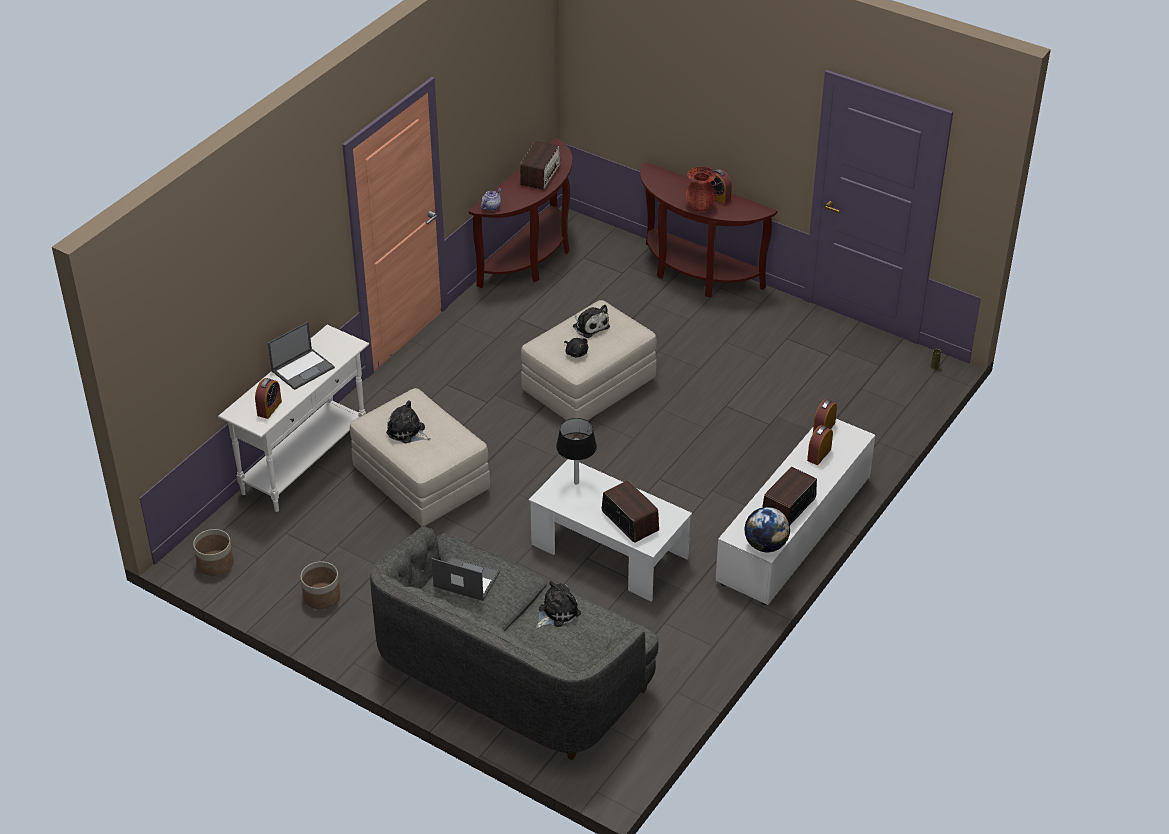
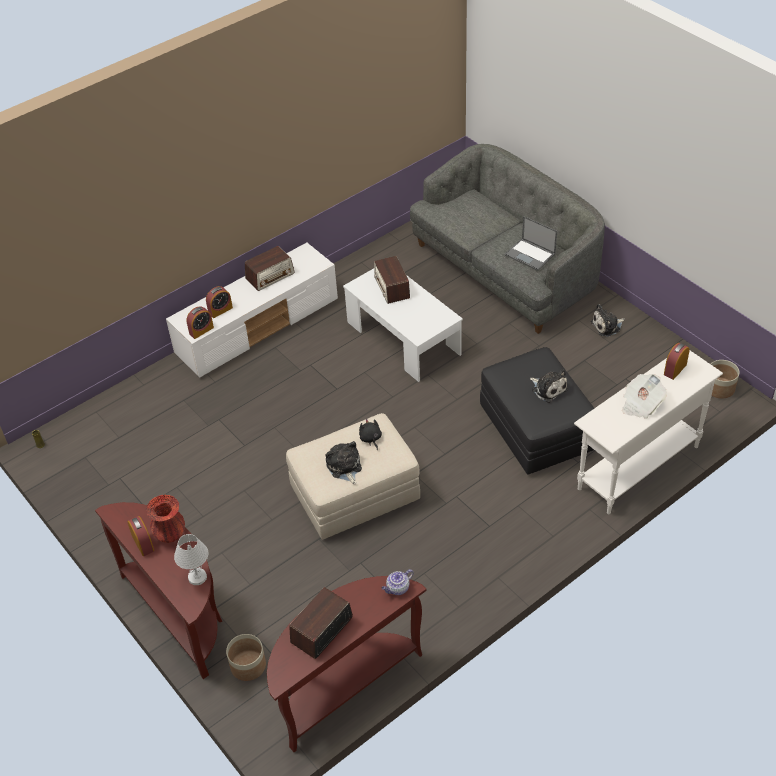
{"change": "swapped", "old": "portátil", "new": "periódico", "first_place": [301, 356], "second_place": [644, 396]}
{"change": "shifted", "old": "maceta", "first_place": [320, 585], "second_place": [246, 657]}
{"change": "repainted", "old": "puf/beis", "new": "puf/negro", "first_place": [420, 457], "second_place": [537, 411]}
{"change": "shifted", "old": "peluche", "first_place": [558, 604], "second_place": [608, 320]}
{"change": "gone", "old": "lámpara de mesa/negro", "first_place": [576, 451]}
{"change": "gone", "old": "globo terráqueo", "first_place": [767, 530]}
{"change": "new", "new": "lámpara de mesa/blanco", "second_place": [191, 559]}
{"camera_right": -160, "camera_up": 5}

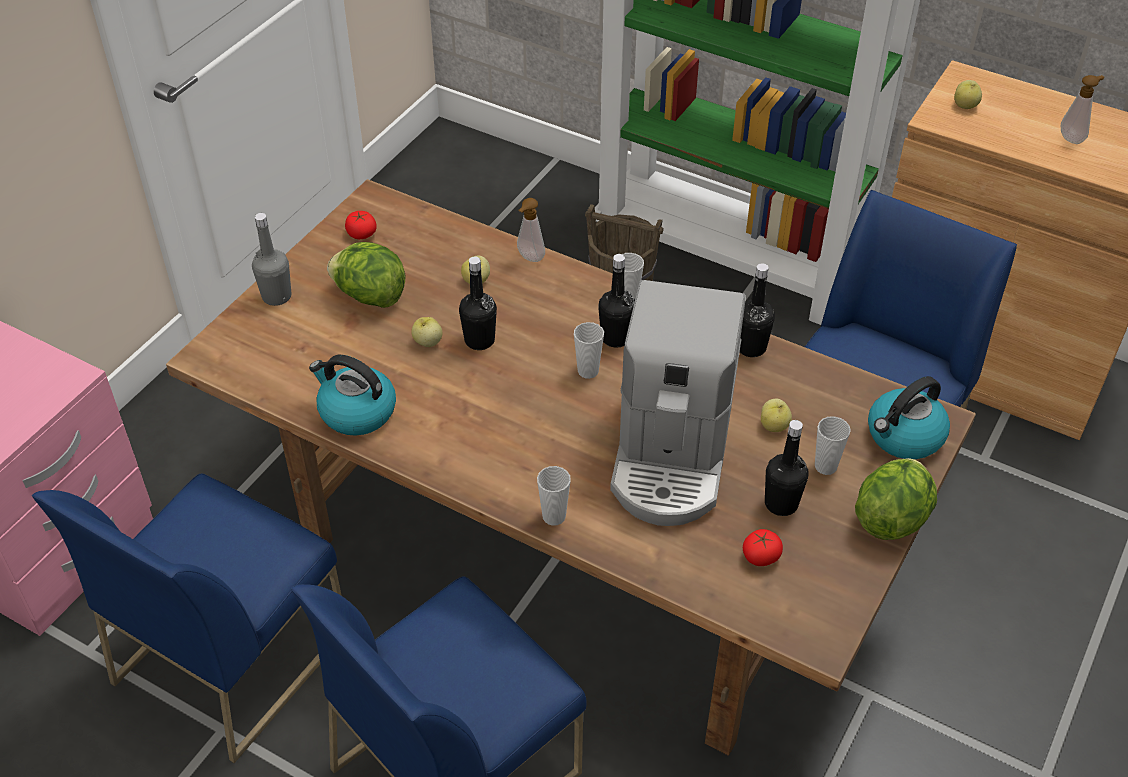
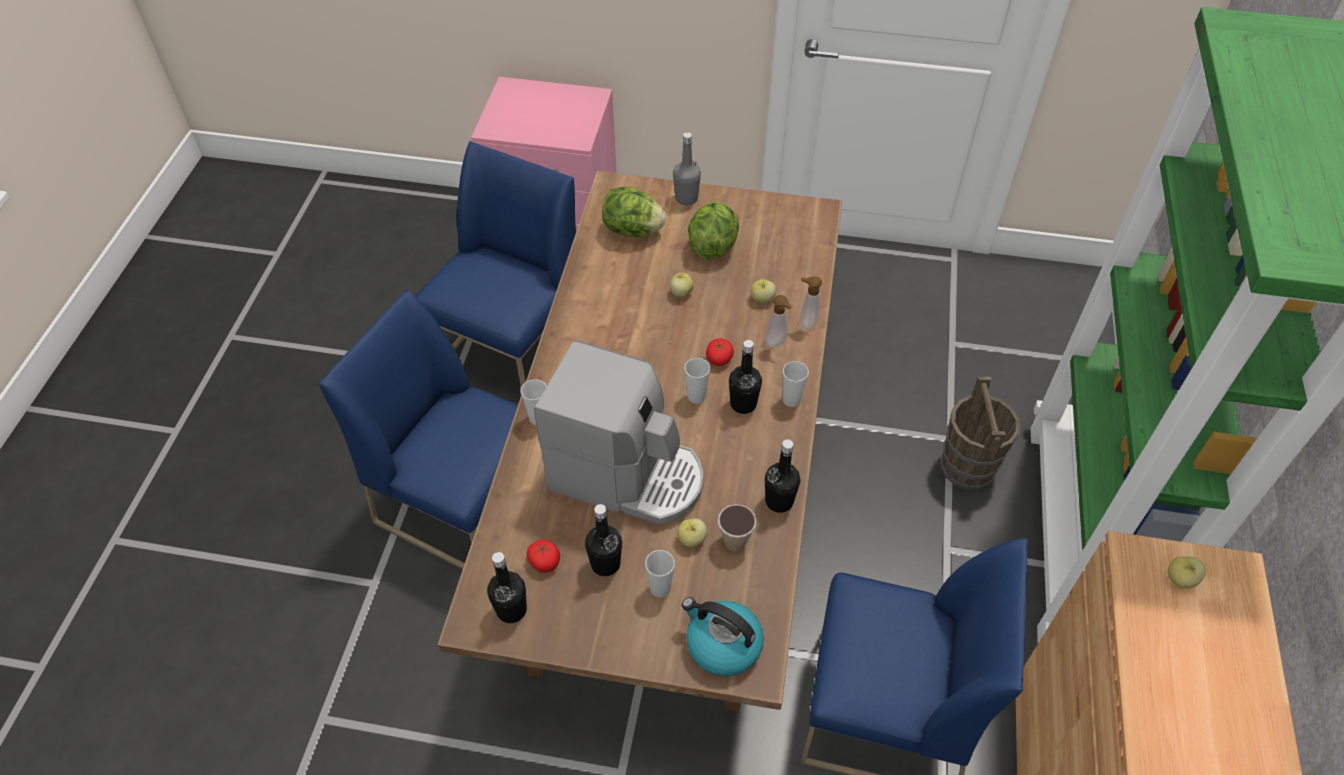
{"change": "rotated", "old": "silla/azul", "first_place": [187, 618], "second_place": [496, 264], "degrees": 105}
{"change": "gone", "old": "hervidor", "first_place": [352, 395]}
{"change": "shifted", "old": "tomate", "first_place": [361, 225], "second_place": [720, 352]}
{"change": "shifted", "old": "botella/negro", "first_place": [478, 303], "second_place": [507, 587]}
{"change": "rotated", "old": "cafetera", "first_place": [677, 403], "second_place": [618, 432], "degrees": -150}
{"change": "shifted", "old": "lechuga", "first_place": [896, 499], "second_place": [634, 212]}
{"change": "shifted", "old": "dispensador de jabón", "first_place": [1082, 109], "second_place": [779, 321]}
{"change": "new", "new": "taza", "second_place": [737, 527]}
{"camera_right": 70, "camera_up": 5}

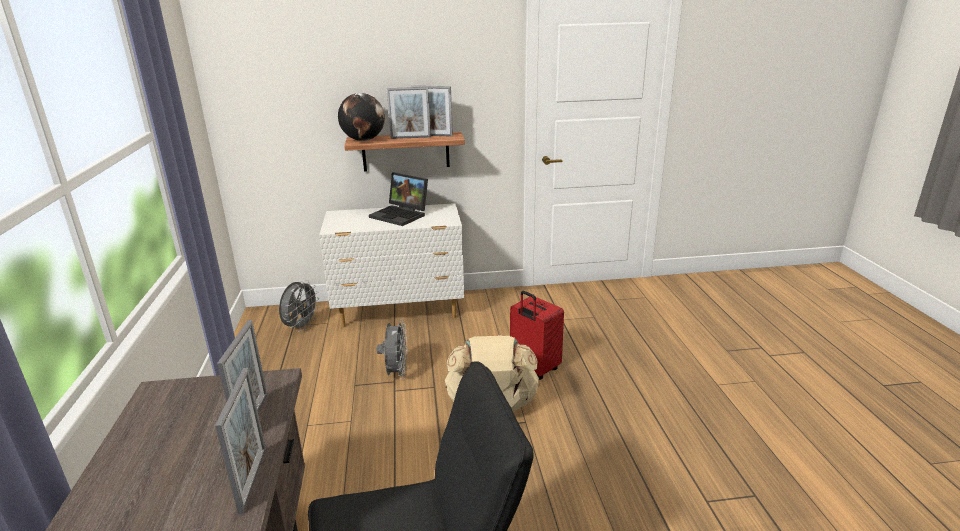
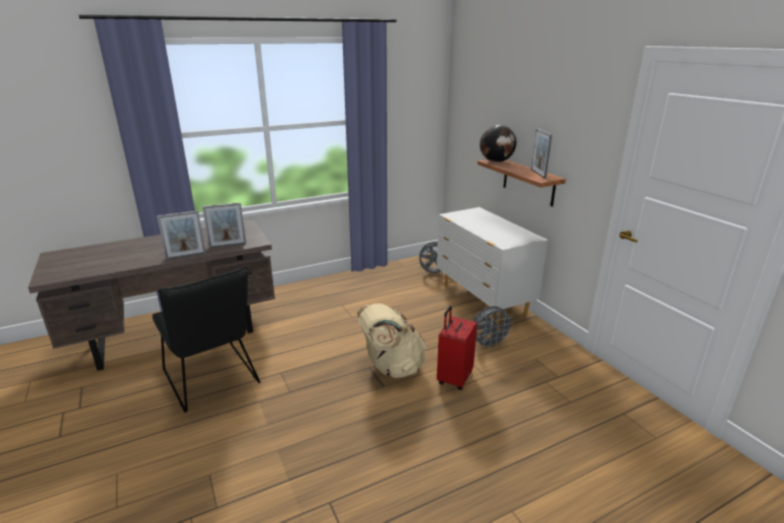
{"change": "gone", "old": "portátil", "first_place": [398, 199]}
{"change": "shifted", "old": "ventilador/gris", "first_place": [392, 349], "second_place": [493, 327]}
{"change": "gone", "old": "portarretratos", "first_place": [409, 113]}
{"camera_right": 70, "camera_up": 0}

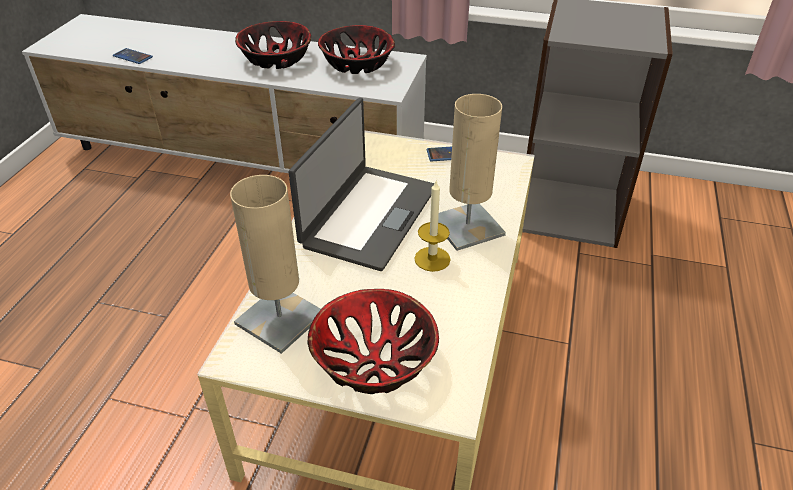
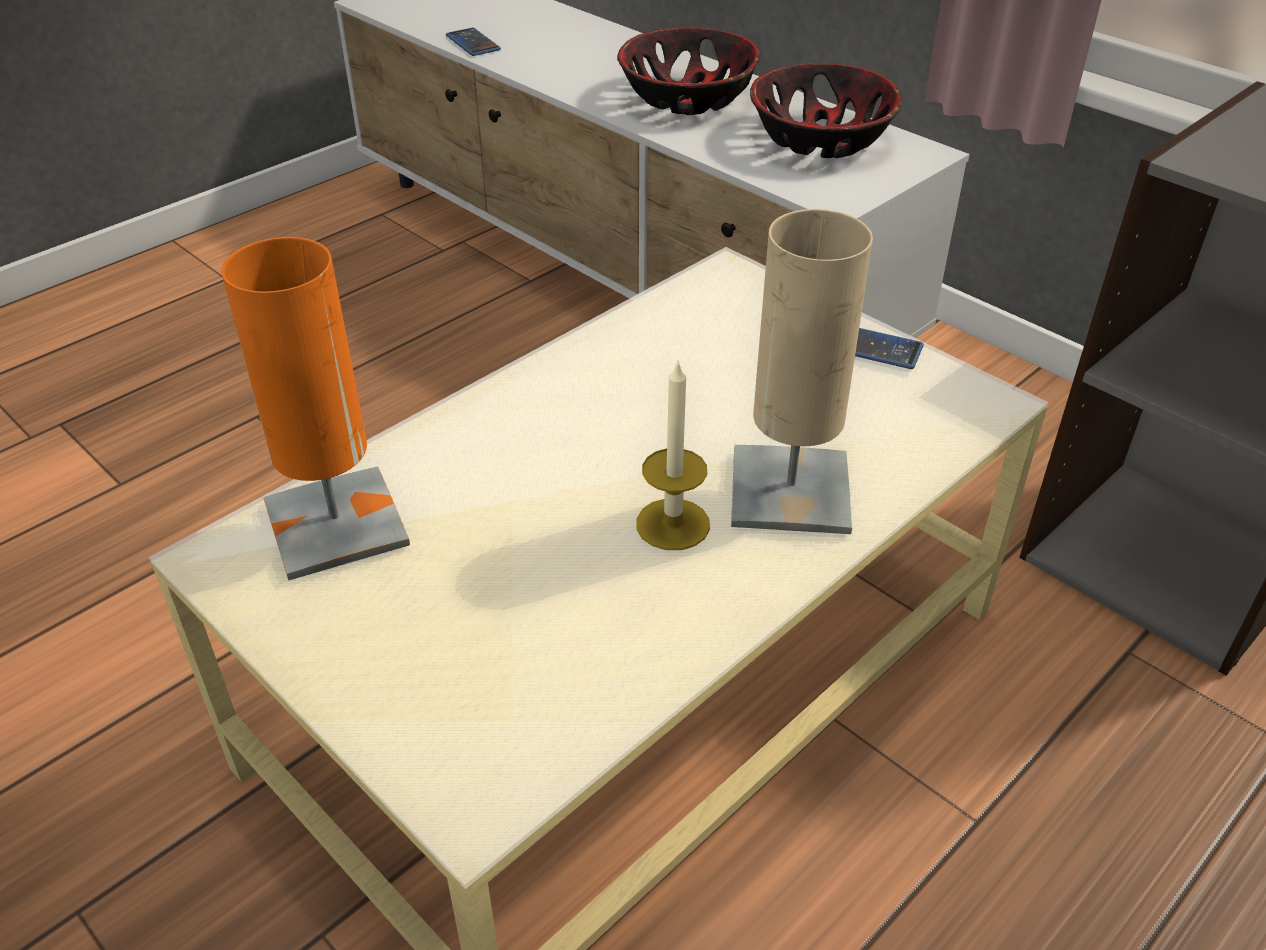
{"change": "repainted", "old": "lámpara de mesa/beis", "new": "lámpara de mesa/naranja", "first_place": [275, 264], "second_place": [315, 408]}
{"change": "gone", "old": "portátil", "first_place": [362, 184]}
{"change": "gone", "old": "cuenco", "first_place": [373, 341]}
{"camera_right": 30, "camera_up": 0}

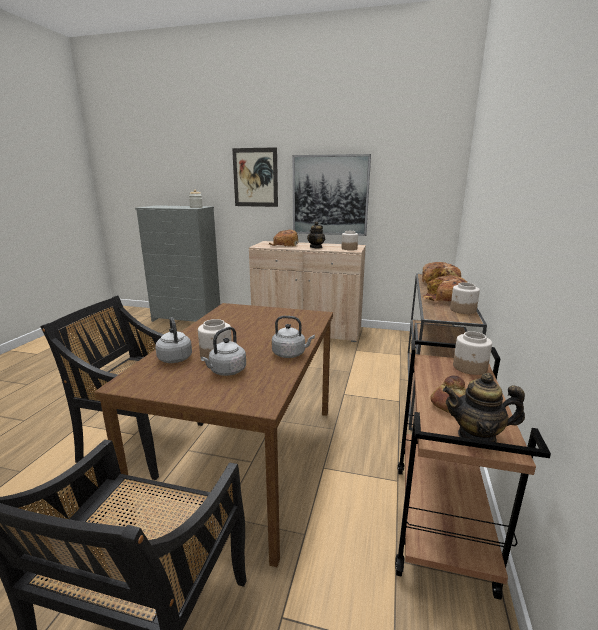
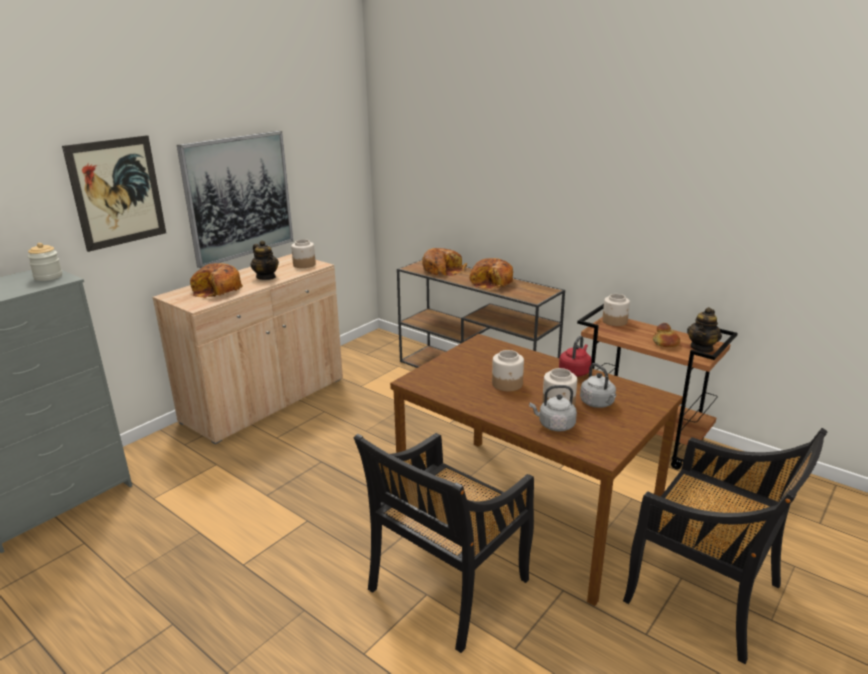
{"change": "repainted", "old": "hervidor/gris", "new": "hervidor/rojo", "first_place": [293, 337], "second_place": [575, 356]}
{"change": "shifted", "old": "tarro", "first_place": [465, 298], "second_place": [508, 370]}
{"camera_right": -65, "camera_up": 5}

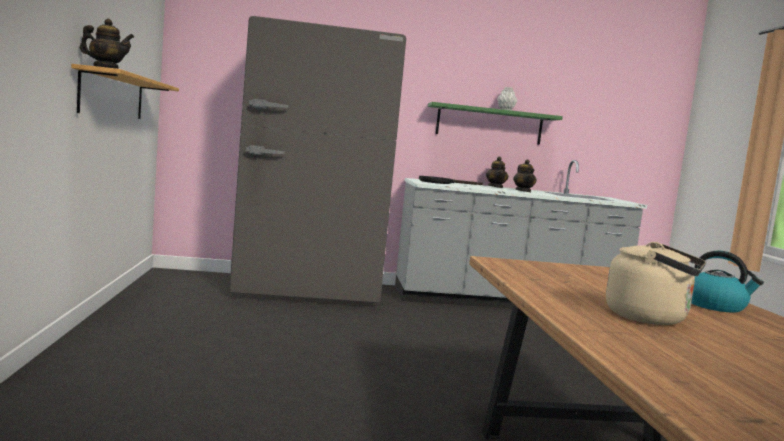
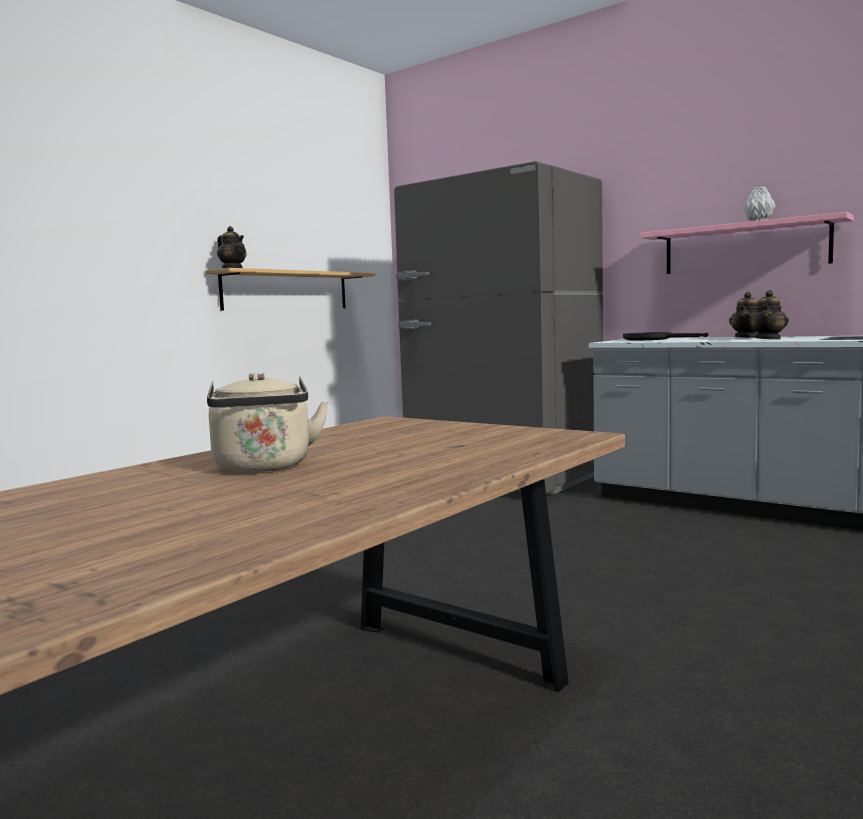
{"change": "repainted", "old": "estante/verde", "new": "estante/rosa", "first_place": [495, 123], "second_place": [747, 243]}
{"change": "gone", "old": "hervidor", "first_place": [727, 282]}
{"camera_right": 45, "camera_up": 0}

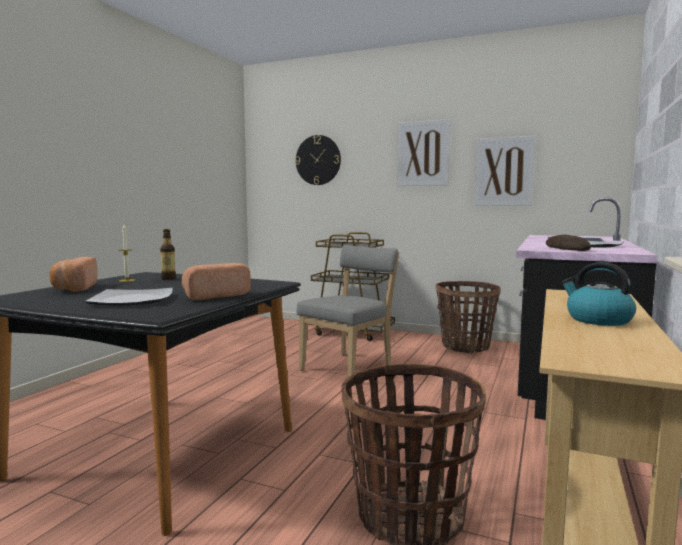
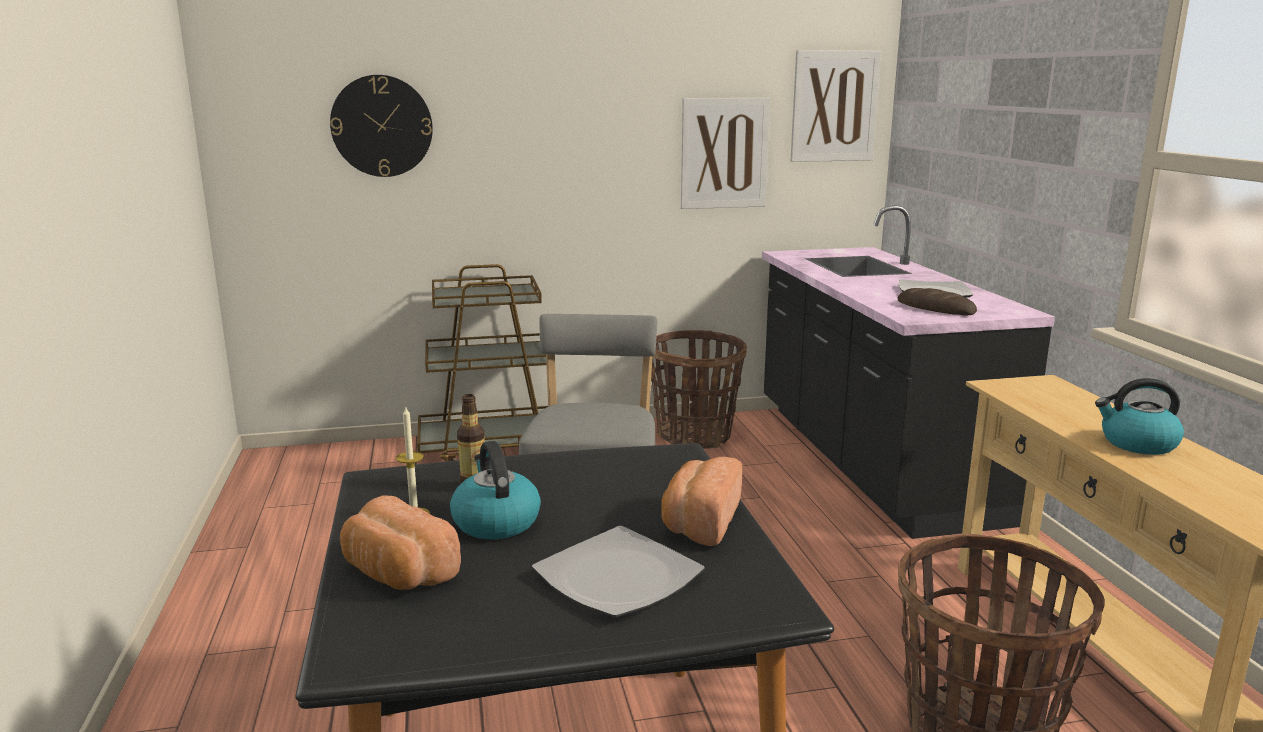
{"change": "shifted", "old": "cuadro", "first_place": [423, 152], "second_place": [836, 106]}
{"change": "new", "new": "hervidor", "second_place": [495, 490]}
{"camera_right": -35, "camera_up": 10}

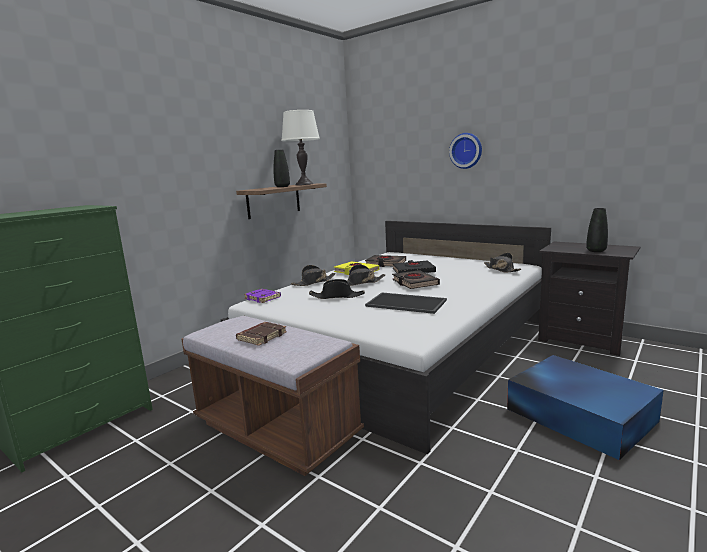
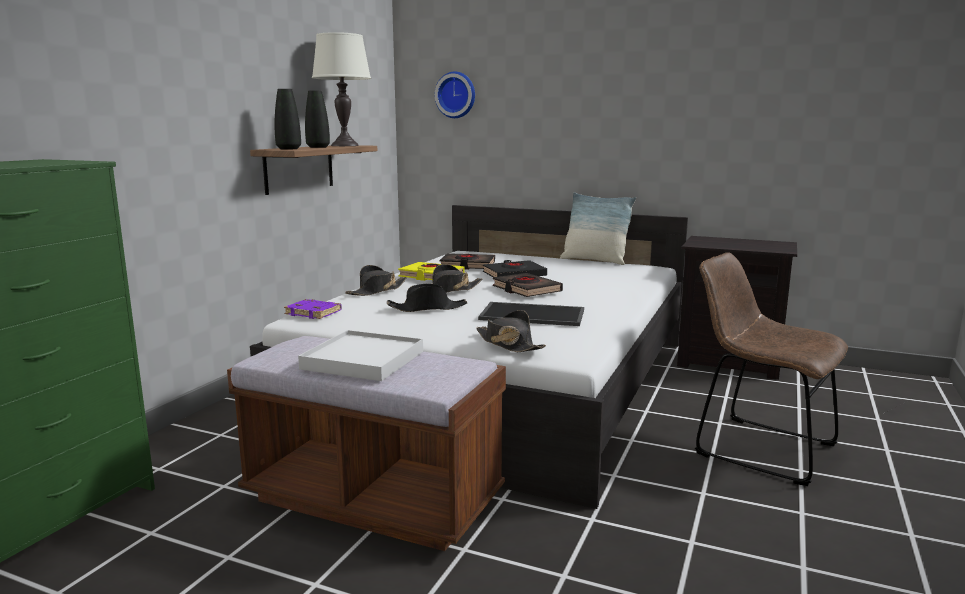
{"change": "swapped", "old": "libro/marrón", "new": "bandeja/blanco", "first_place": [261, 334], "second_place": [360, 355]}
{"change": "shifted", "old": "reloj de pared", "first_place": [465, 151], "second_place": [455, 95]}
{"change": "shifted", "old": "sombrero/negro", "first_place": [502, 263], "second_place": [511, 331]}
{"change": "swapped", "old": "caja de almacenaje/azul", "new": "silla/marrón", "first_place": [585, 407], "second_place": [771, 369]}
{"change": "shifted", "old": "florero/negro", "first_place": [597, 230], "second_place": [288, 119]}
{"change": "new", "new": "cojín", "second_place": [598, 228]}
{"camera_right": -15, "camera_up": 0}

